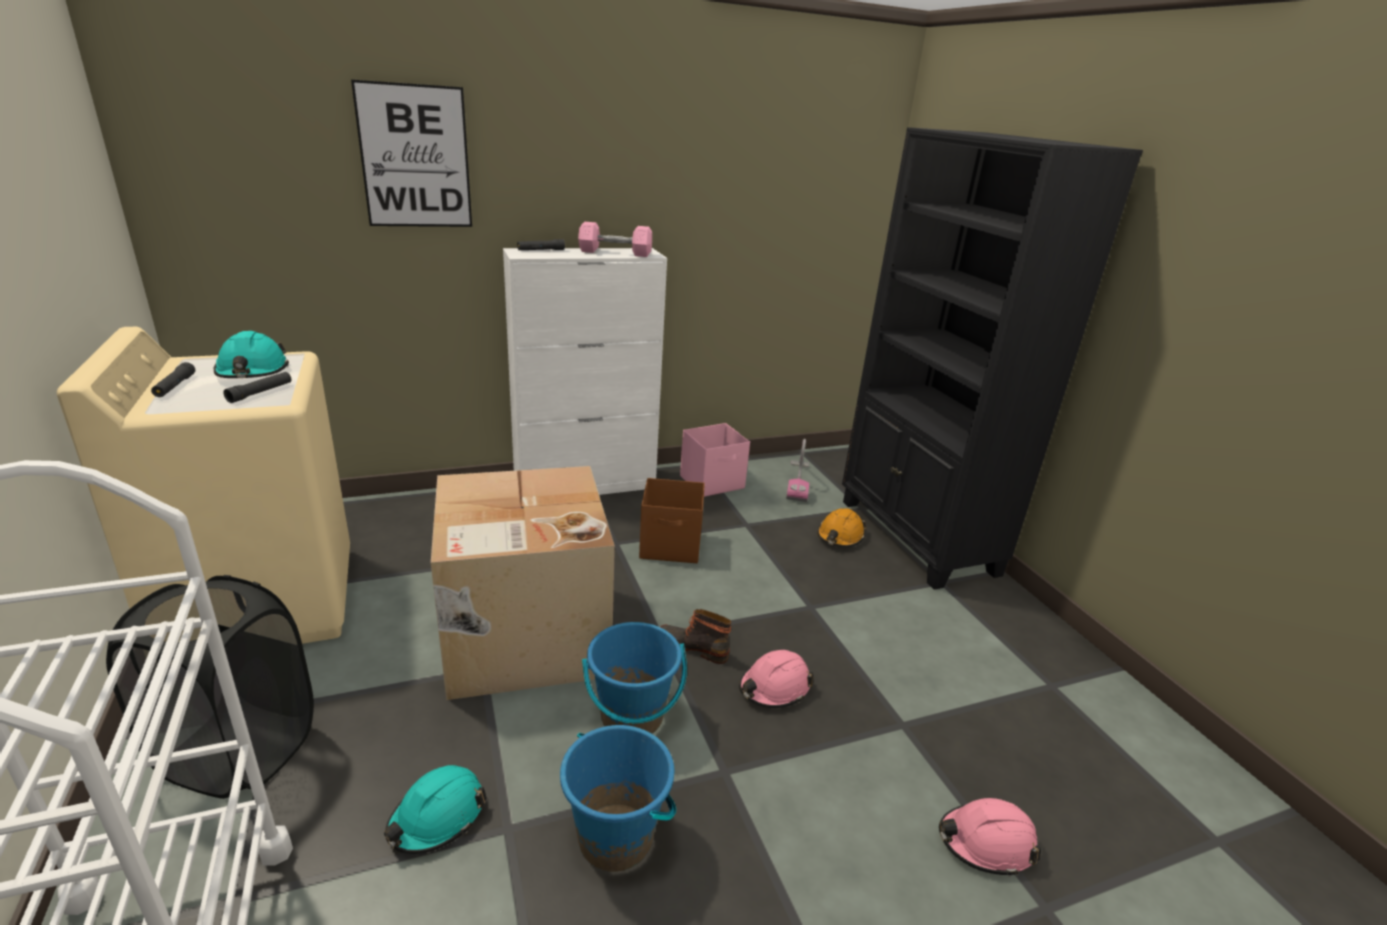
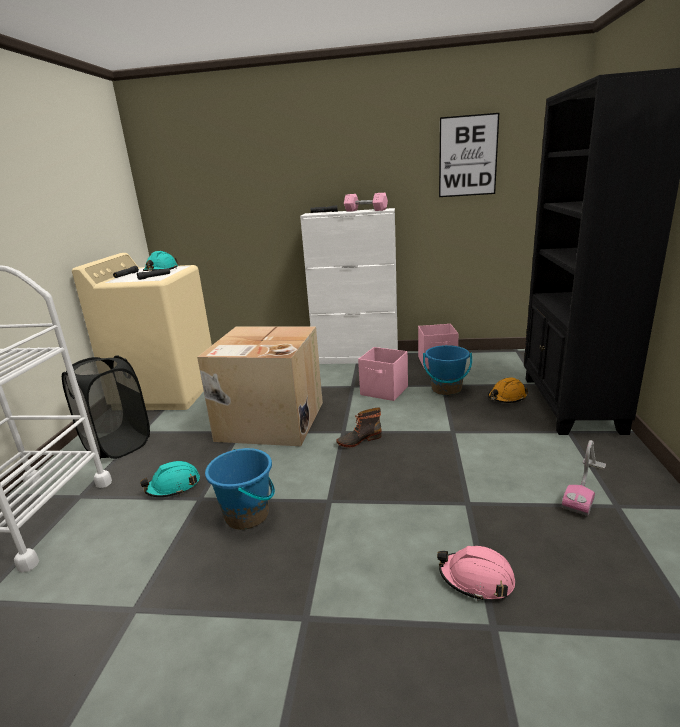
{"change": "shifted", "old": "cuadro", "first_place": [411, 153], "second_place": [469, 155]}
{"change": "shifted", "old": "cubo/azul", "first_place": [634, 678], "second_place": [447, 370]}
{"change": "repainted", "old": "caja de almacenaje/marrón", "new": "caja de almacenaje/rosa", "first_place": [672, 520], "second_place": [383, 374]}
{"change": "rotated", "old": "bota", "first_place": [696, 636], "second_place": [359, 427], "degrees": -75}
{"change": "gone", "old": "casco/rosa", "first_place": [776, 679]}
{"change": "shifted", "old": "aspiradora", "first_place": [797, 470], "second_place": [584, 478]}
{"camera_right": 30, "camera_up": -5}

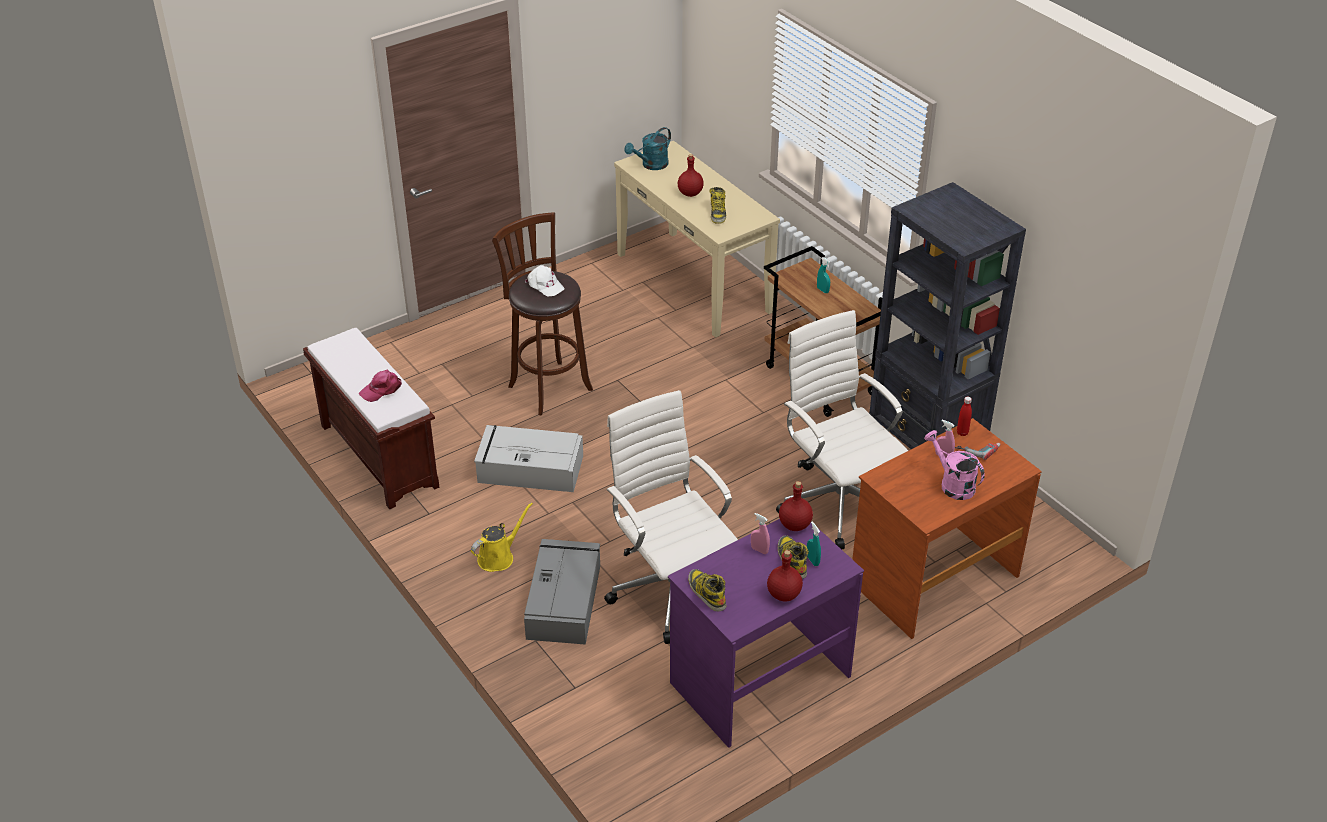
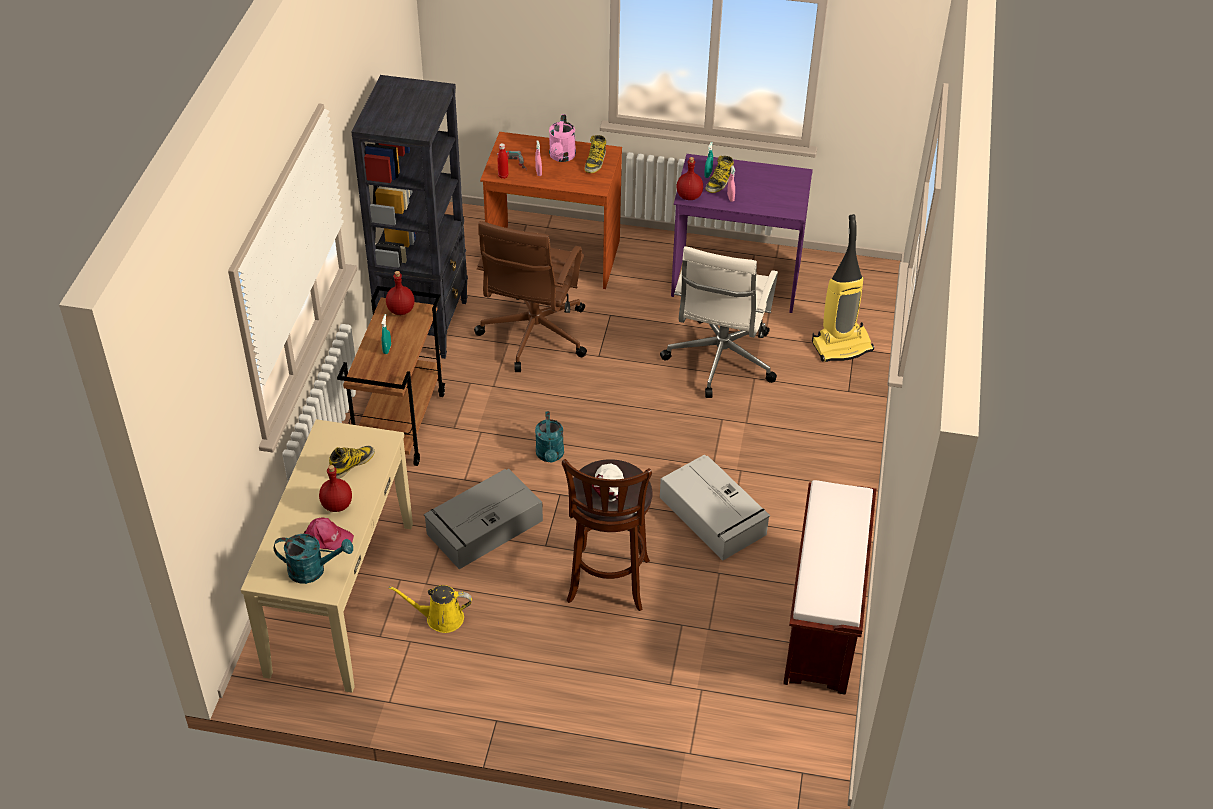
{"change": "shifted", "old": "gorra/rosa", "first_place": [380, 386], "second_place": [329, 534]}
{"change": "shifted", "old": "regadera/amarillo", "first_place": [502, 537], "second_place": [430, 609]}
{"change": "shifted", "old": "caja de almacenaje/gris", "first_place": [562, 592], "second_place": [483, 519]}
{"change": "shifted", "old": "bota", "first_place": [707, 590], "second_place": [595, 154]}
{"change": "shifted", "old": "botella/rojo", "first_place": [785, 576], "second_place": [400, 293]}
{"change": "repainted", "old": "silla de oficina/blanco", "new": "silla de oficina/marrón", "first_place": [842, 430], "second_place": [530, 296]}
{"change": "new", "new": "regadera/turquesa", "second_place": [549, 437]}
{"change": "new", "new": "aspiradora", "second_place": [843, 288]}
{"camera_right": -135, "camera_up": 5}

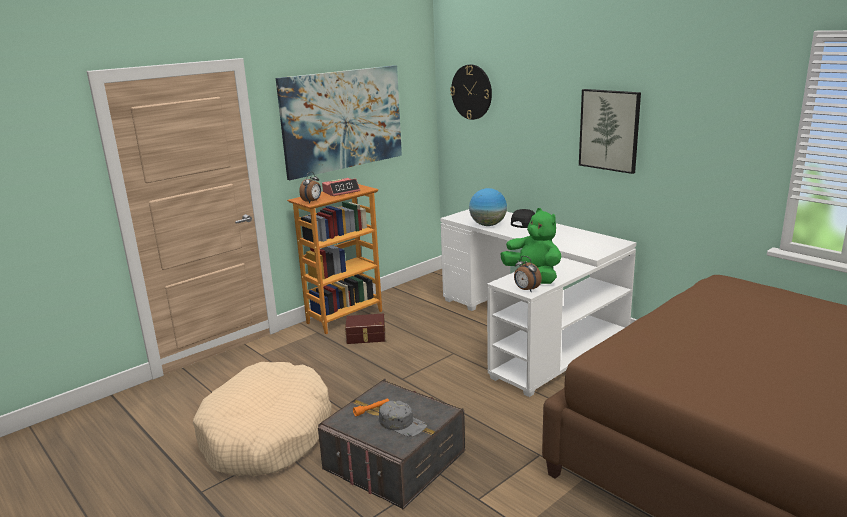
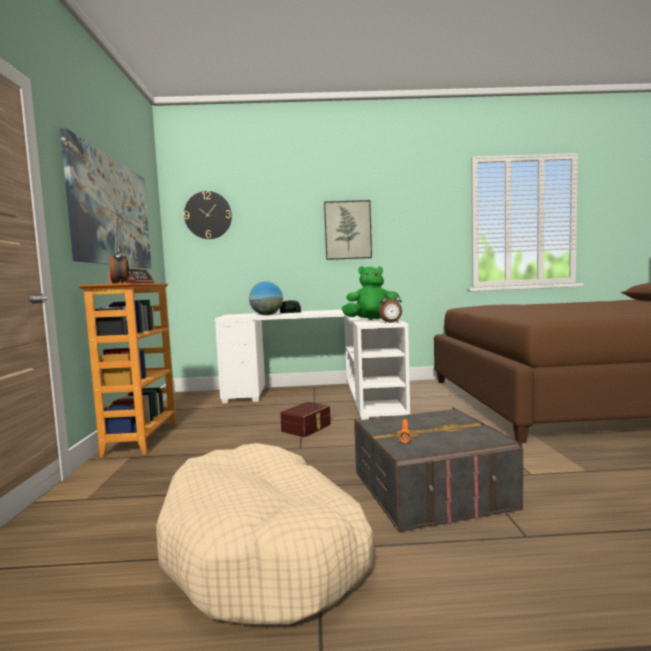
{"change": "shifted", "old": "caja de almacenaje/marrón", "first_place": [365, 329], "second_place": [305, 419]}
{"change": "gone", "old": "gorra/gris", "first_place": [403, 419]}
{"camera_right": -50, "camera_up": -15}

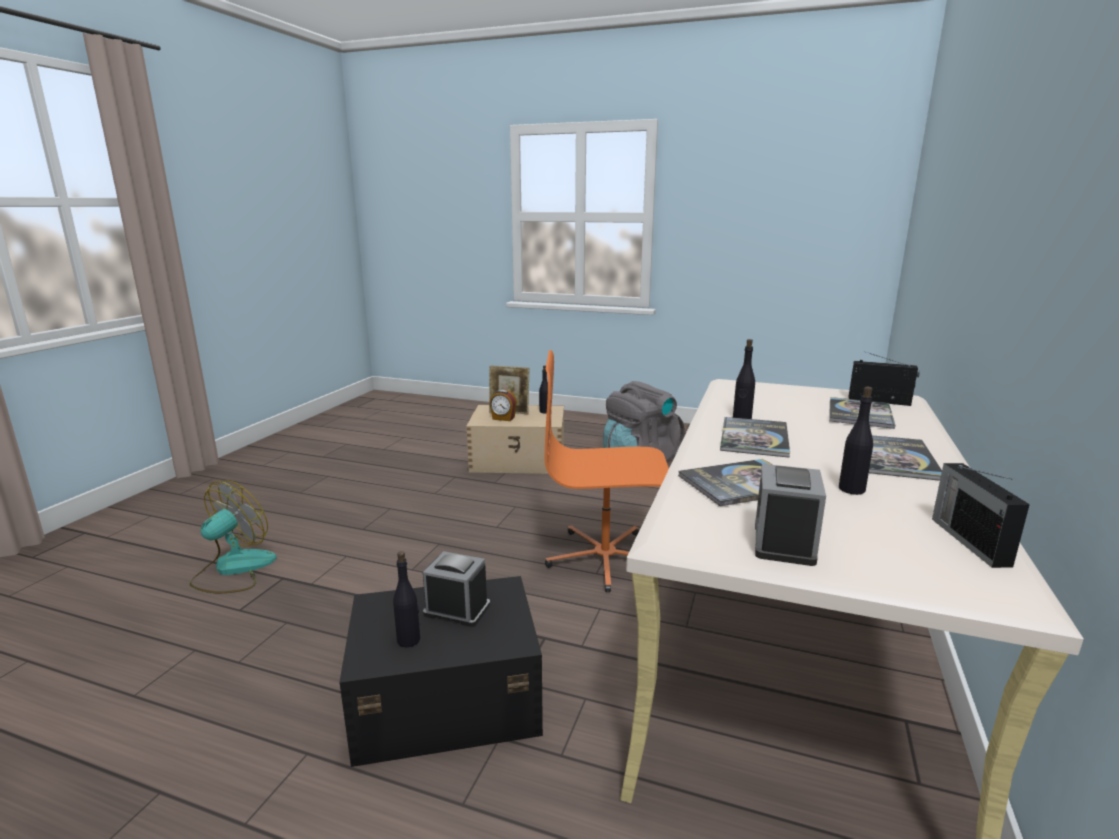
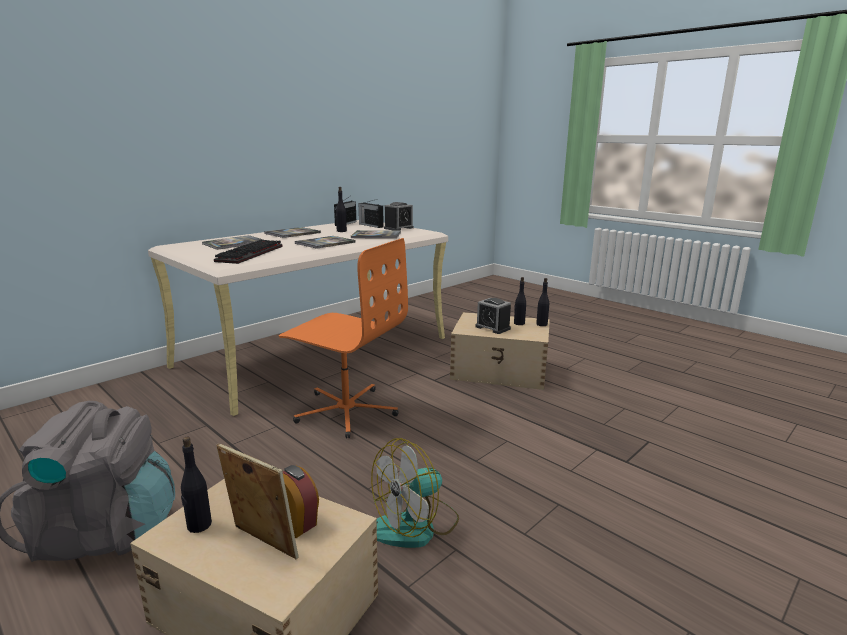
{"change": "shifted", "old": "ventilador", "first_place": [233, 537], "second_place": [415, 493]}
{"change": "repainted", "old": "caja de almacenaje/negro", "new": "caja de almacenaje/beis", "first_place": [441, 671], "second_place": [500, 351]}
{"change": "shifted", "old": "botella/negro", "first_place": [744, 379], "second_place": [542, 302]}
{"change": "shifted", "old": "radio", "first_place": [884, 378], "second_place": [371, 214]}
{"change": "new", "new": "teclado", "second_place": [248, 251]}
{"camera_right": -155, "camera_up": 0}

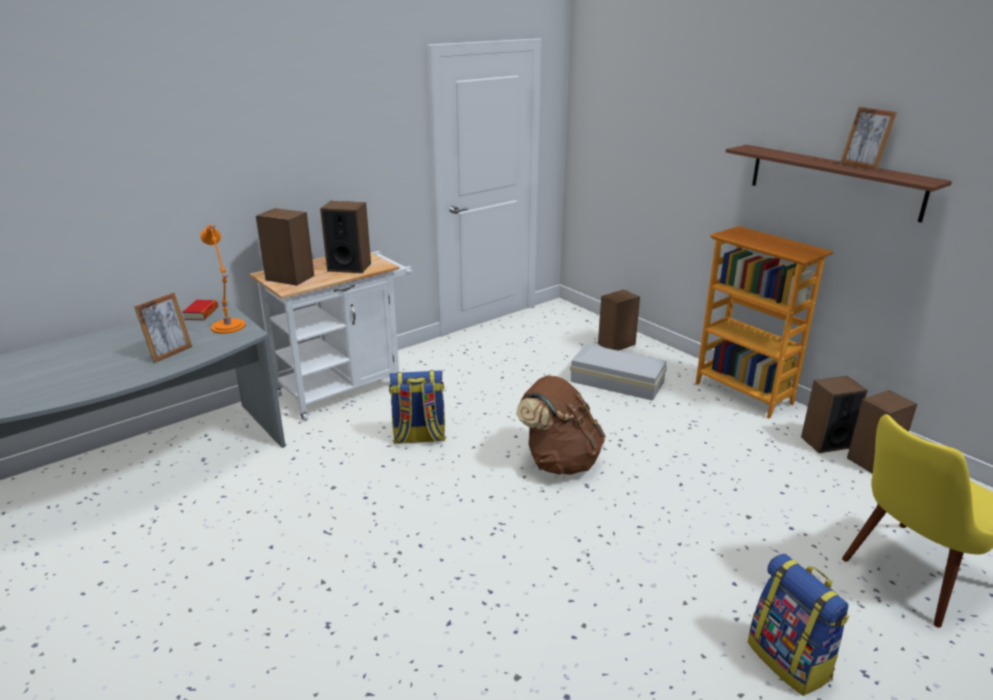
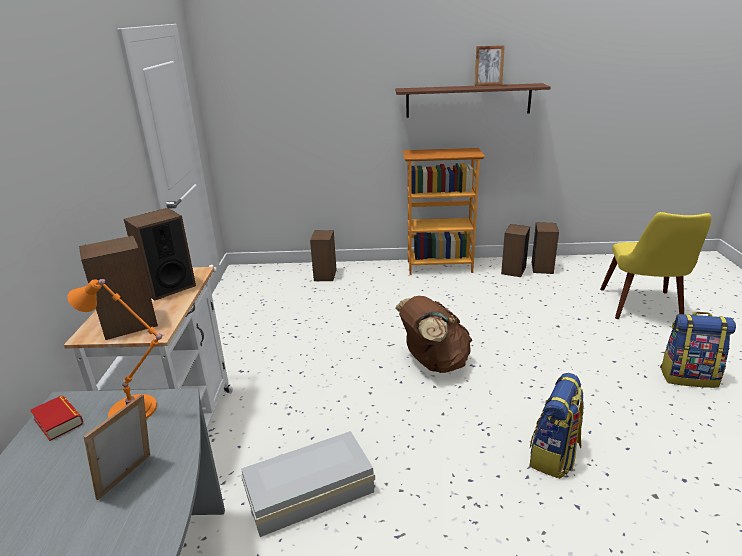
{"change": "rotated", "old": "portarretratos", "first_place": [163, 327], "second_place": [116, 447], "degrees": -135}
{"change": "shifted", "old": "mochila", "first_place": [417, 407], "second_place": [557, 426]}
{"change": "shifted", "old": "caja de almacenaje/blanco", "first_place": [618, 372], "second_place": [308, 484]}
{"camera_right": -50, "camera_up": 0}

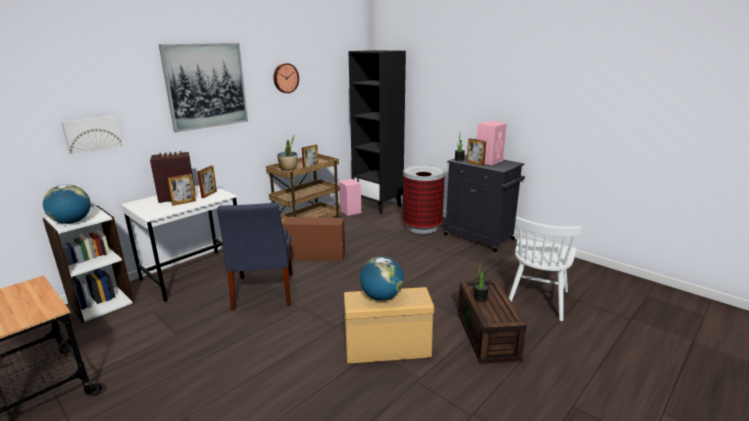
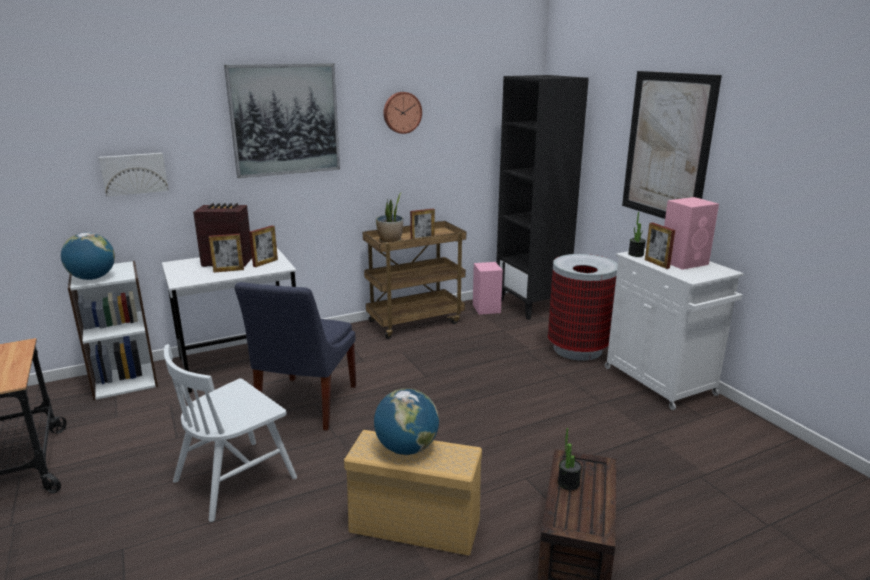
{"change": "gone", "old": "caja de almacenaje/marrón", "first_place": [313, 239]}
{"change": "repainted", "old": "armario/negro", "new": "armario/blanco", "first_place": [484, 203], "second_place": [674, 329]}
{"change": "shifted", "old": "silla/blanco", "first_place": [545, 269], "second_place": [230, 433]}
{"change": "new", "new": "cuadro", "second_place": [672, 145]}
{"camera_right": 20, "camera_up": 0}

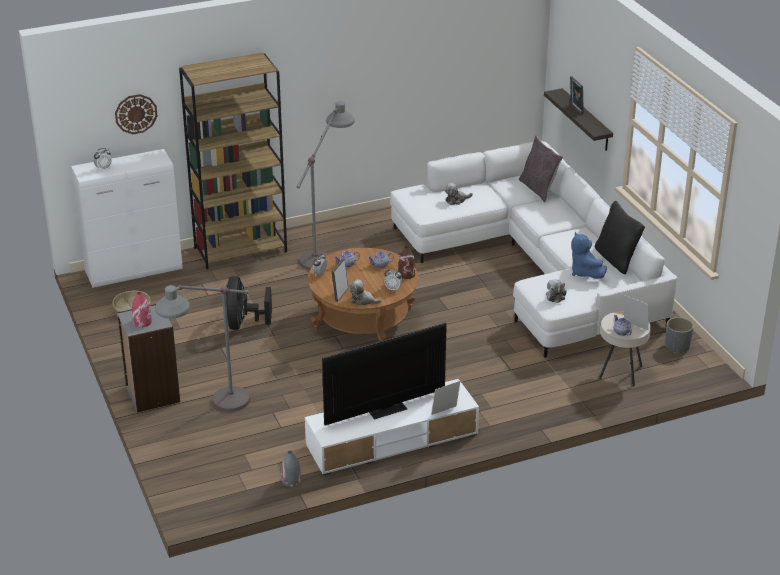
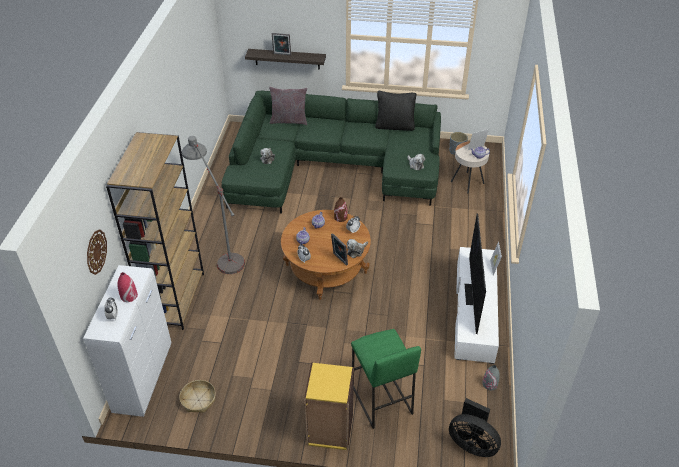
{"change": "repainted", "old": "estantería/gris", "new": "estantería/amarillo", "first_place": [148, 358], "second_place": [329, 406]}
{"change": "shifted", "old": "florero/rojo", "first_place": [142, 309], "second_place": [127, 287]}
{"change": "swapped", "old": "lámpara de pie/gris", "new": "taburete/verde", "first_place": [202, 348], "second_place": [386, 379]}
{"change": "shifted", "old": "ventilador/negro", "first_place": [249, 303], "second_place": [475, 427]}
{"change": "repainted", "old": "sofá/blanco", "new": "sofá/verde", "first_place": [533, 249], "second_place": [331, 152]}
{"change": "gone", "old": "peluche/azul", "first_place": [589, 255]}
{"camera_right": -60, "camera_up": 10}

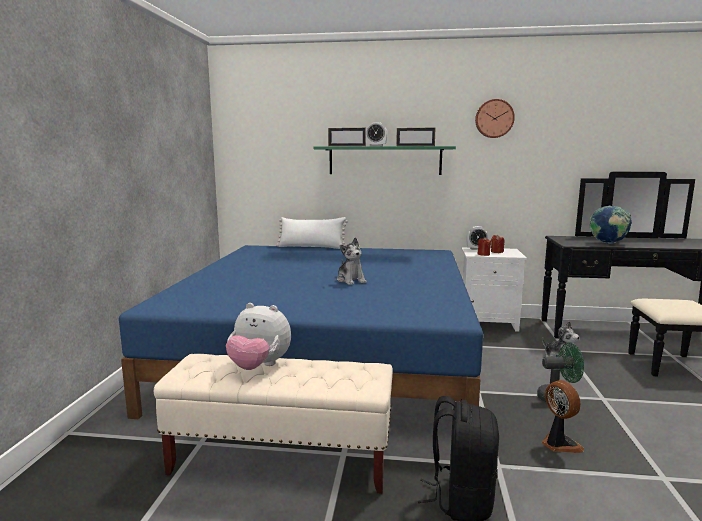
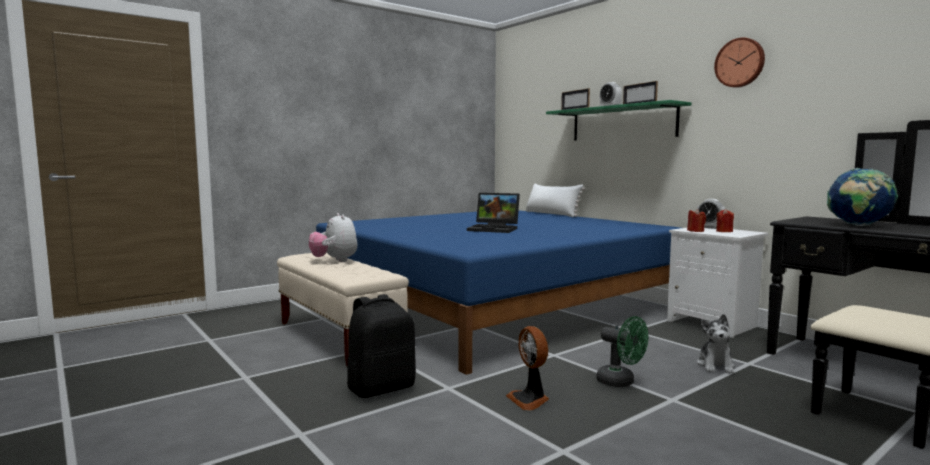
{"change": "swapped", "old": "peluche", "new": "portátil", "first_place": [352, 261], "second_place": [493, 213]}
{"change": "rotated", "old": "ventilador", "first_place": [563, 416], "second_place": [527, 368], "degrees": 135}
{"camera_right": 45, "camera_up": -5}

